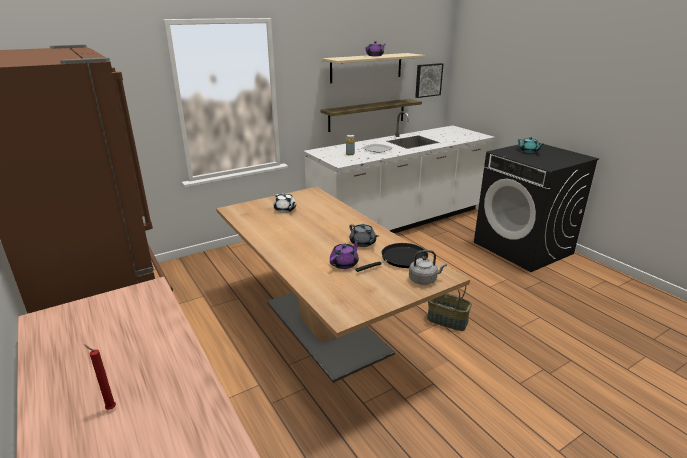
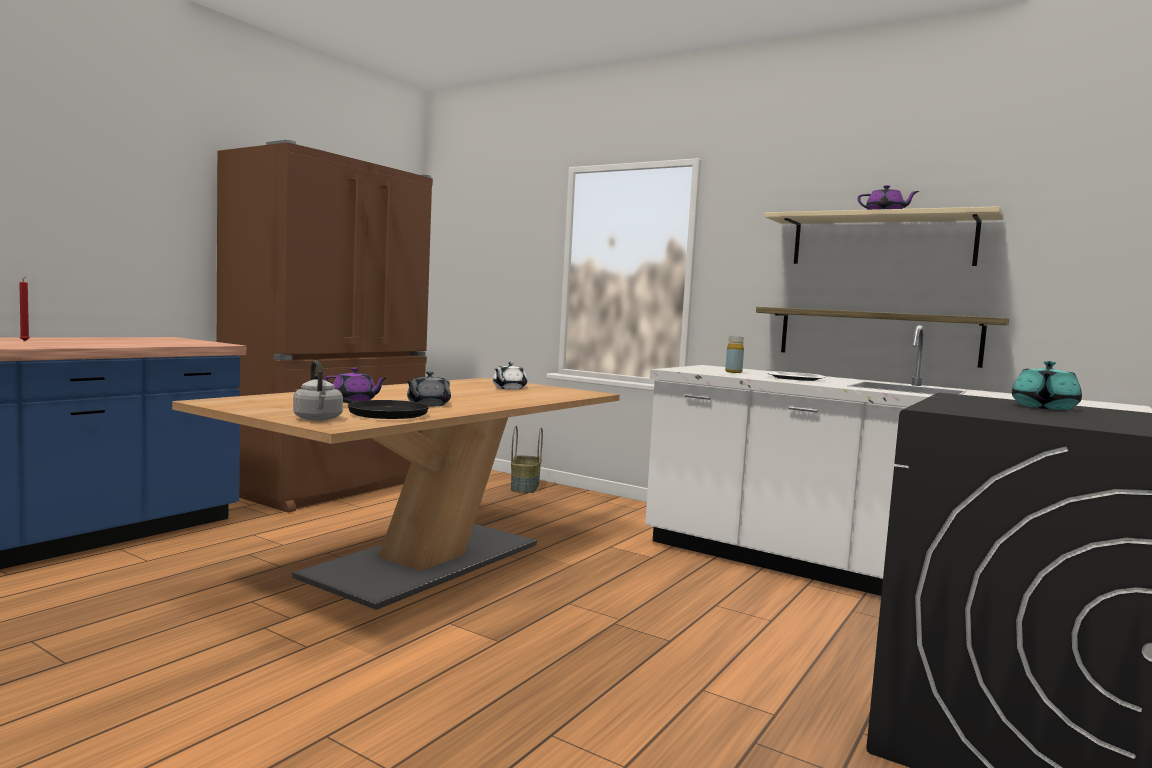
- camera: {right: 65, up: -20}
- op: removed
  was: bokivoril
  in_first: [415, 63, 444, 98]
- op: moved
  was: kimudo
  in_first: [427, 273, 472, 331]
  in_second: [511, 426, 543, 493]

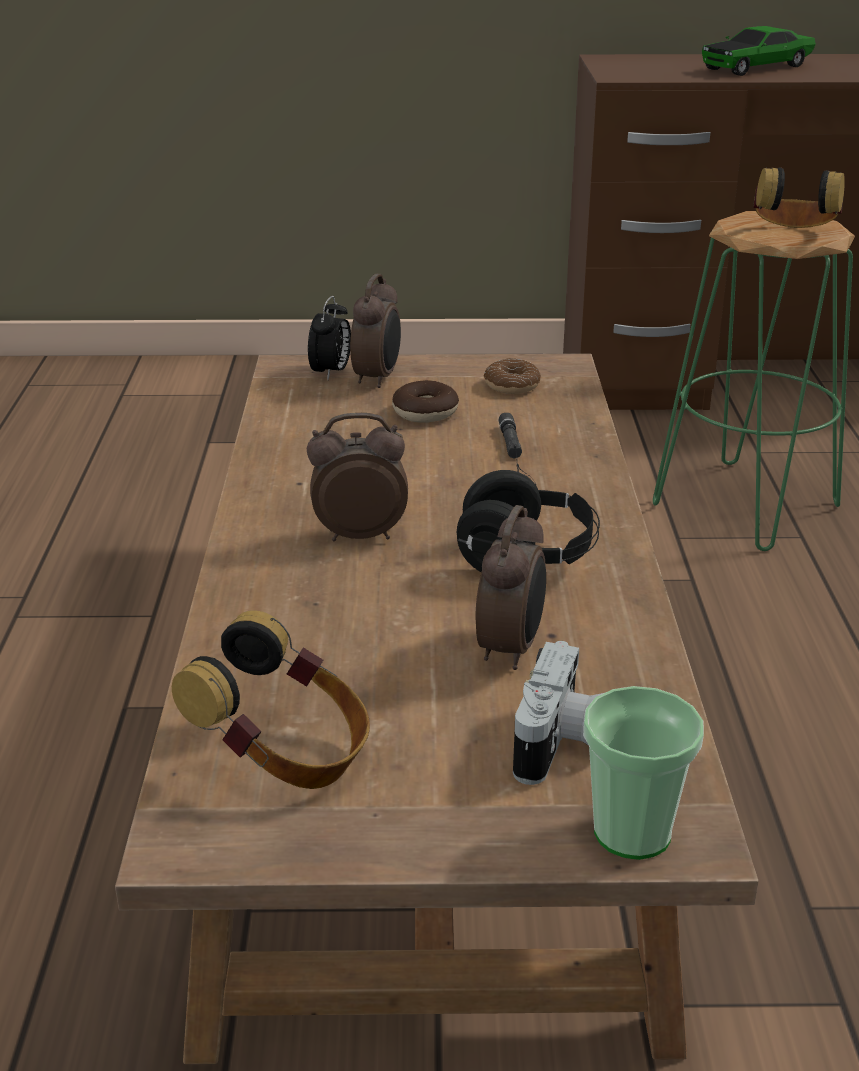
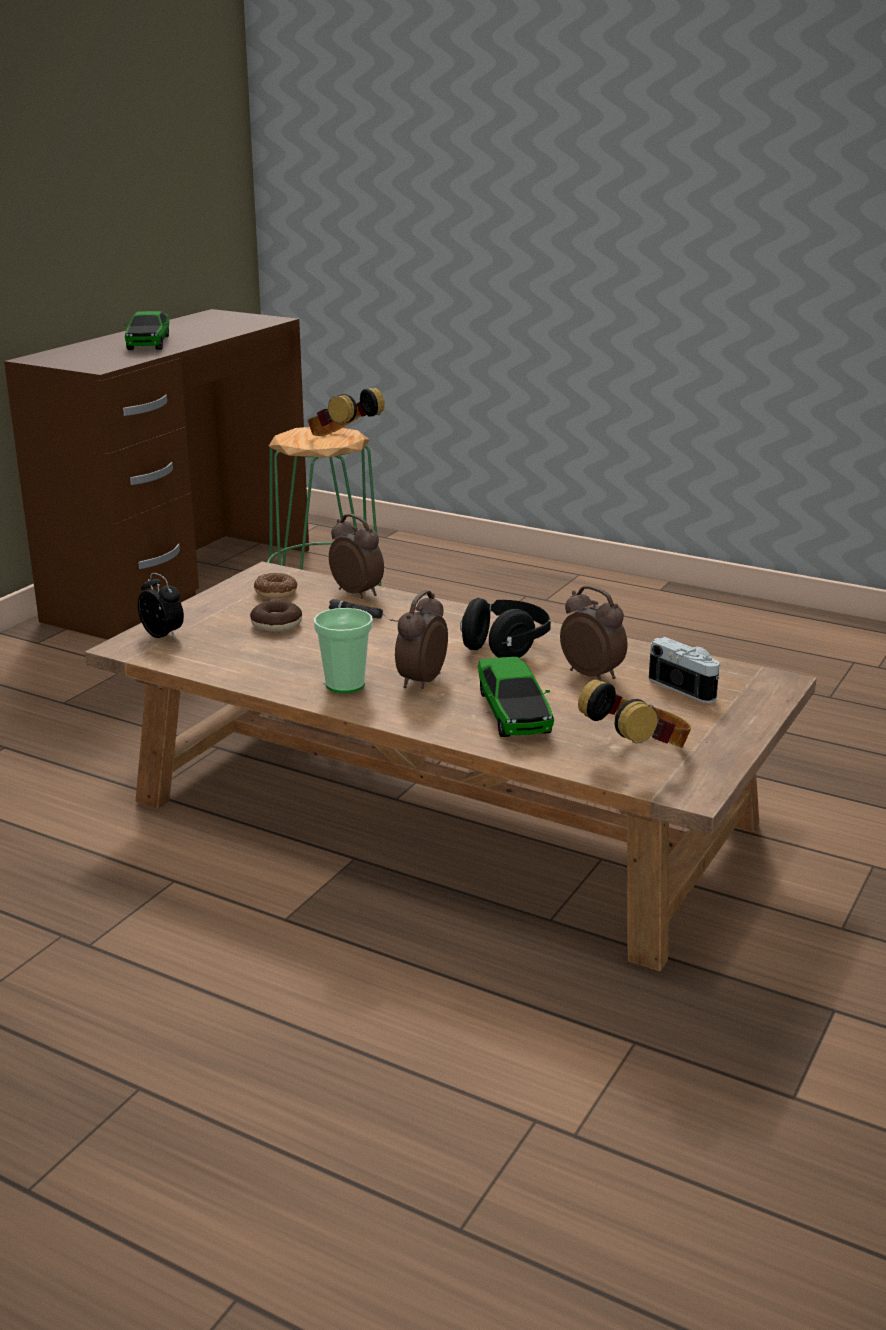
- camera: {right: -60, up: -5}
- op: moved
  was: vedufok
  in_first: [350, 274, 401, 388]
  in_second: [329, 514, 384, 598]
- op: moved
  was: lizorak
  in_first: [583, 686, 704, 860]
  in_second: [314, 608, 373, 693]
- op: added
  now: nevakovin
  in_second: [478, 657, 554, 737]

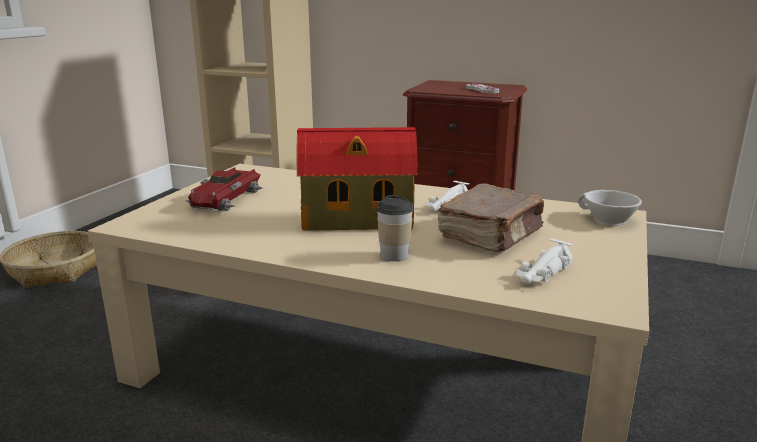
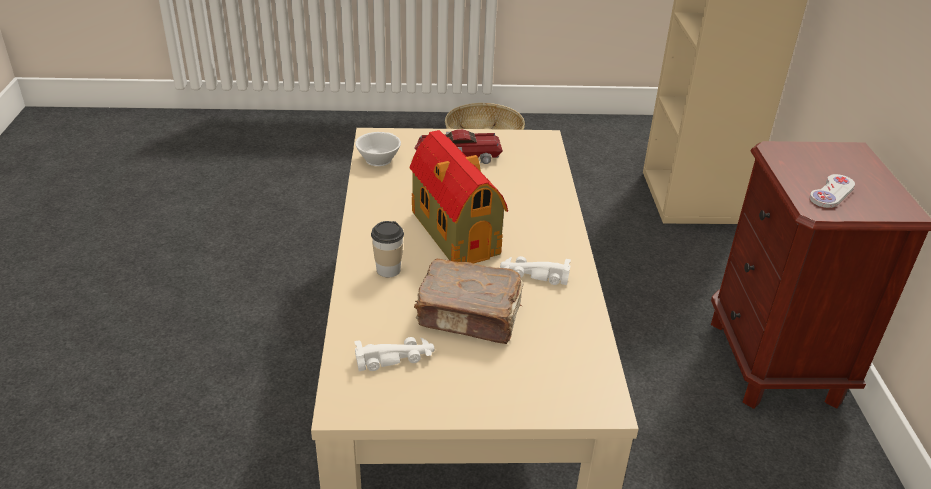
- camera: {right: 65, up: 15}
- op: moved
  was: lizorak (white)
  in_first: [578, 190, 642, 226]
  in_second: [355, 132, 401, 166]
- op: turned
  was: nevakovin (white)
  in_first: [516, 238, 573, 284]
  in_second: [355, 337, 435, 371]
  clockwise: 150

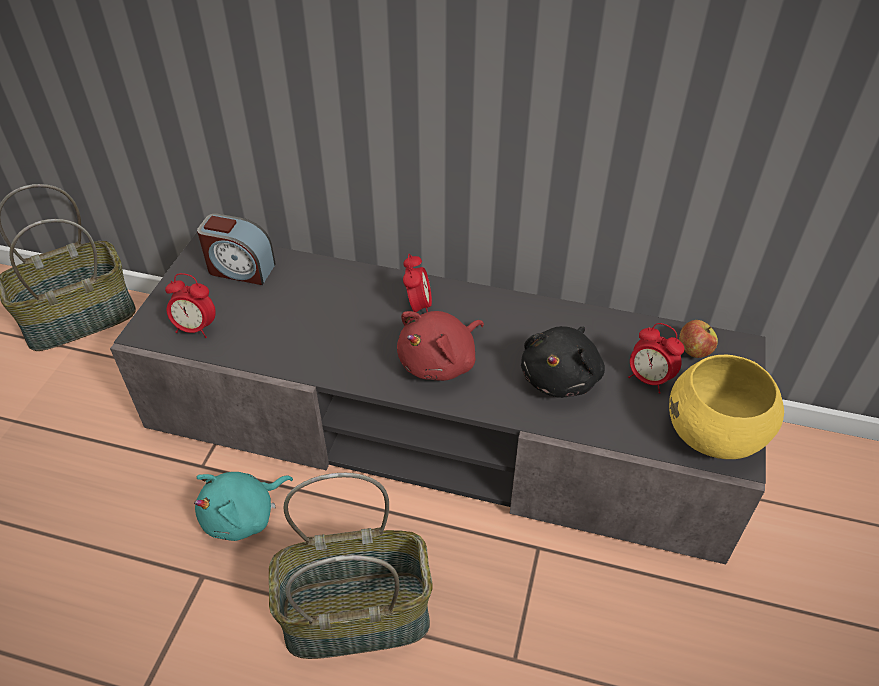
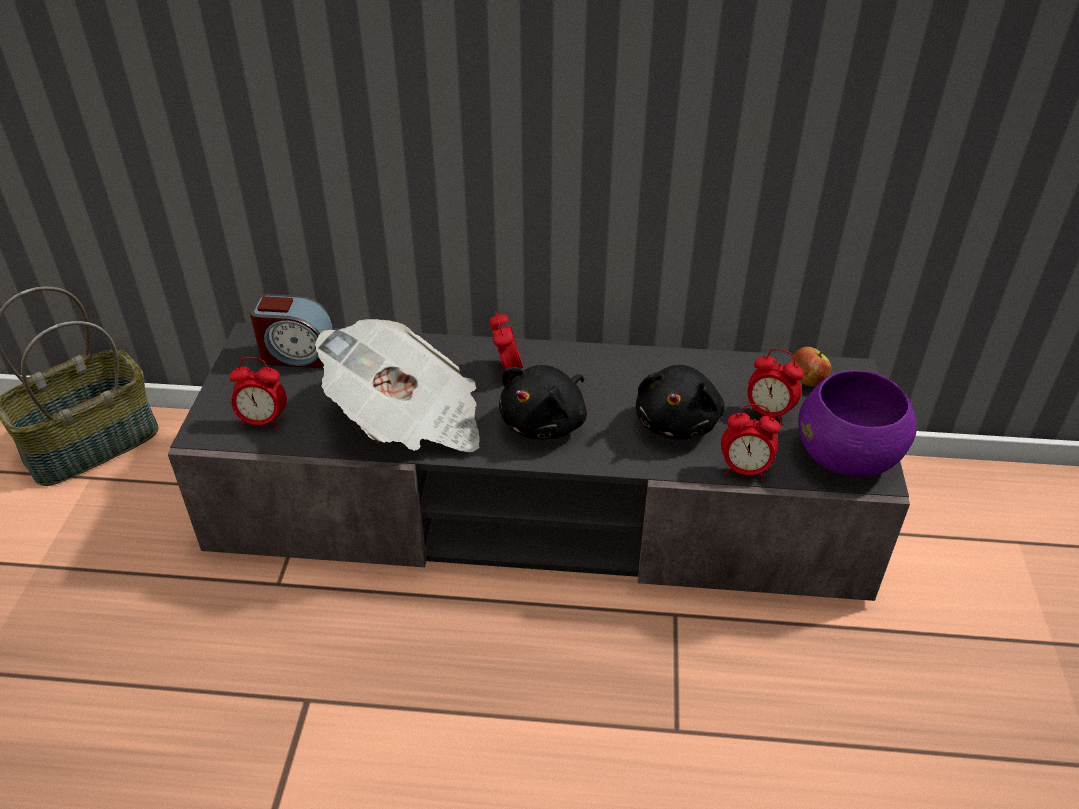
- camera: {right: -10, up: -5}
- op: recoloured
  was: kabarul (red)
  now: kabarul (black)
  in_first: [397, 311, 484, 381]
  in_second: [499, 365, 587, 440]
- op: recoloured
  was: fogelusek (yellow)
  now: fogelusek (purple)
  in_first: [669, 355, 784, 459]
  in_second: [798, 370, 917, 477]
- op: removed
  was: kabarul (turquoise)
  in_first: [194, 472, 293, 541]
- op: removed
  was: kimudo
  in_first: [269, 473, 432, 659]
- op: added
  now: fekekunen
  in_second: [315, 319, 480, 452]
- op: added
  now: vedufok
  in_second: [721, 404, 781, 482]

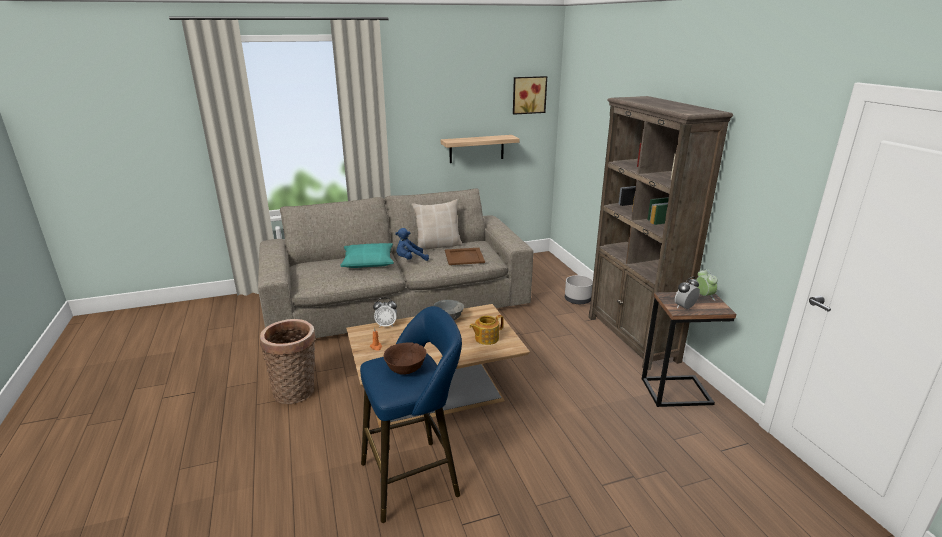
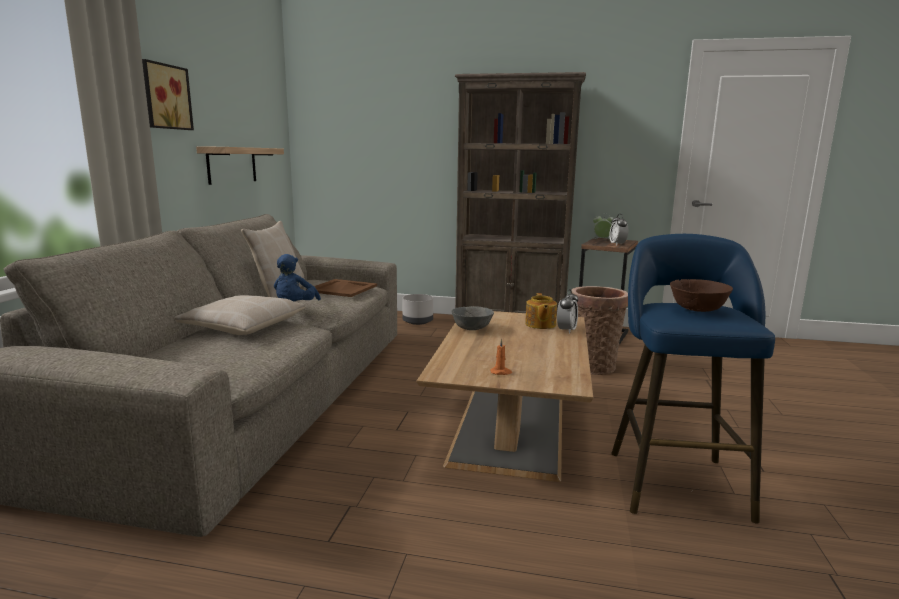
- camera: {right: -60, up: -10}
- op: moved
  was: bokivoril
  in_first: [513, 76, 547, 115]
  in_second: [142, 59, 194, 130]
- op: recoloured
  was: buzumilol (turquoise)
  now: buzumilol (beige)
  in_first: [341, 243, 394, 268]
  in_second: [174, 295, 305, 335]
- op: moved
  was: vedufok
  in_first: [373, 298, 397, 327]
  in_second: [557, 289, 578, 334]
- op: moved
  was: kimudo
  in_first: [260, 319, 316, 404]
  in_second: [571, 286, 628, 375]

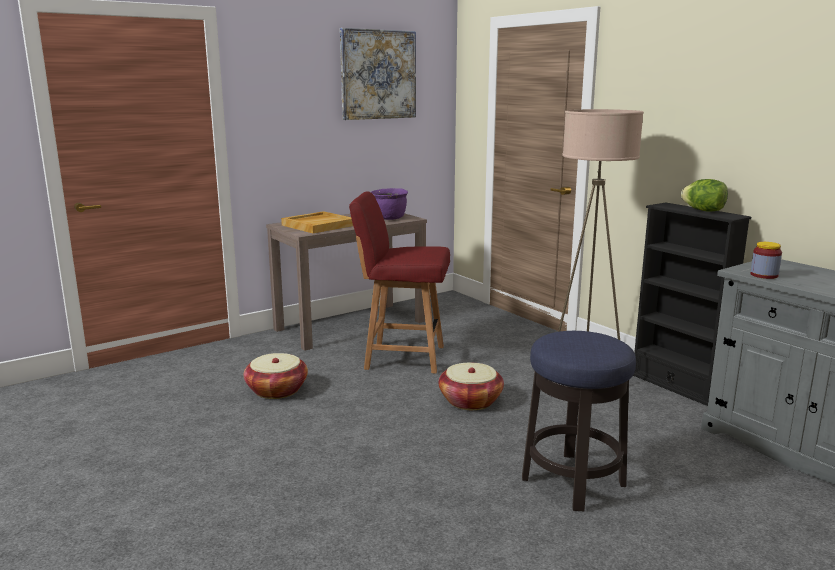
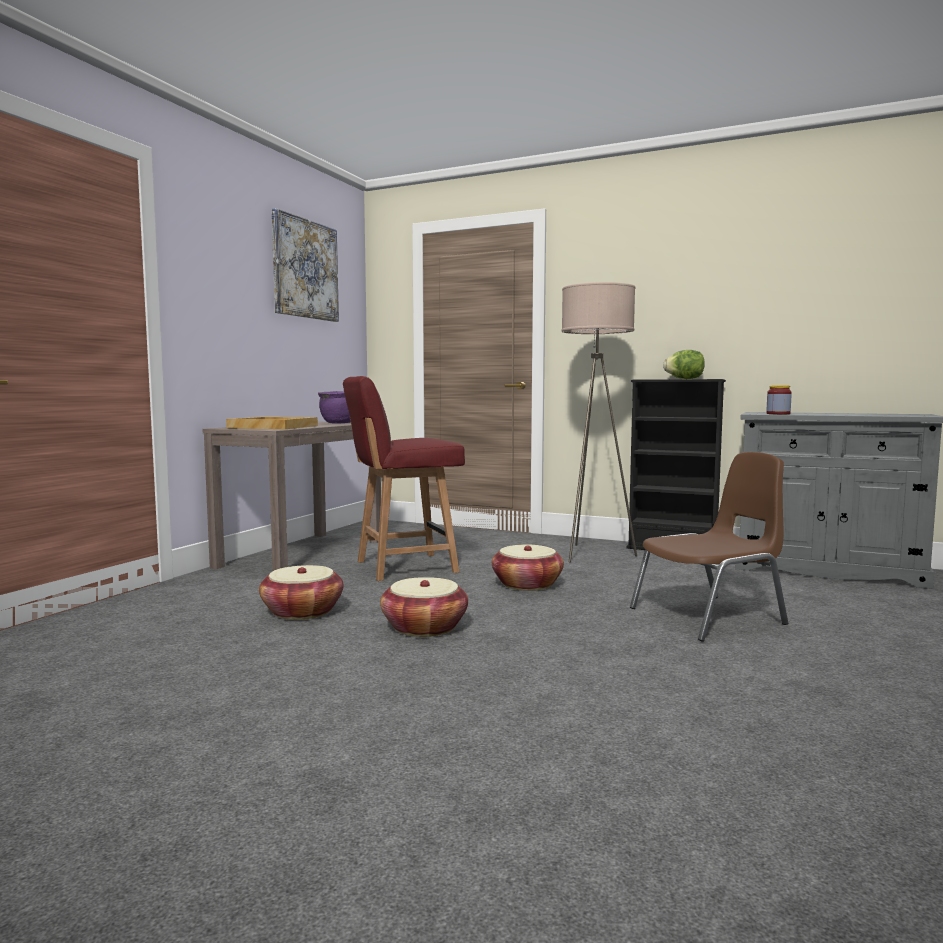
- camera: {right: -30, up: -10}
- op: replaced
  was: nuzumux
  now: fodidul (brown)
  in_first: [522, 331, 636, 511]
  in_second: [630, 452, 788, 642]
- op: added
  now: kimudo
  in_second: [380, 577, 468, 637]

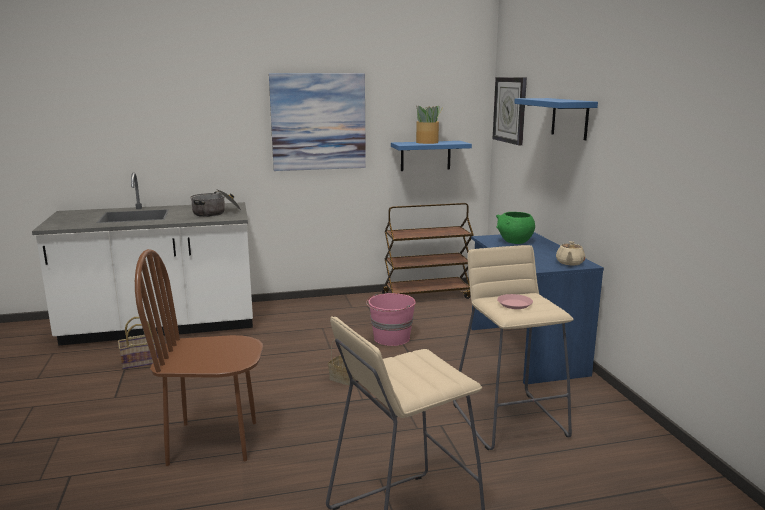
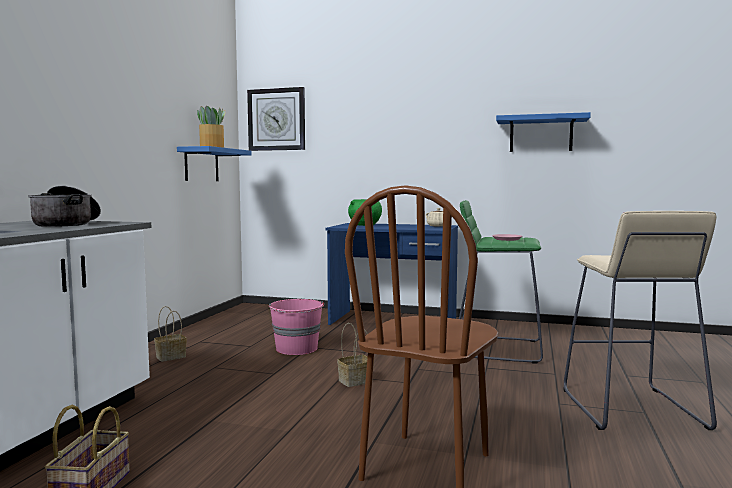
- camera: {right: -60, up: -10}
- op: removed
  was: bokivoril
  in_first: [269, 73, 366, 171]
- op: moved
  was: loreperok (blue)
  in_first: [514, 98, 598, 140]
  in_second: [496, 112, 591, 152]
- op: removed
  was: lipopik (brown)
  in_first: [382, 203, 474, 299]
- op: recoloured
  was: nuzumux (beige)
  now: nuzumux (green)
  in_first: [453, 245, 574, 450]
  in_second: [459, 200, 543, 363]
- op: added
  now: kimudo
  in_second: [154, 306, 187, 362]

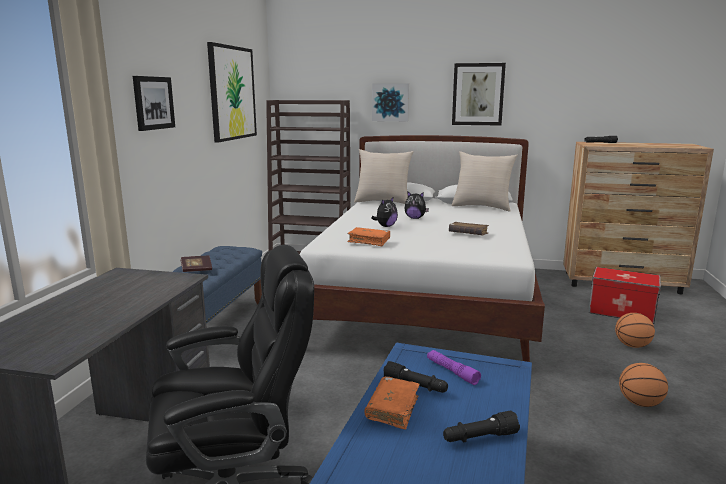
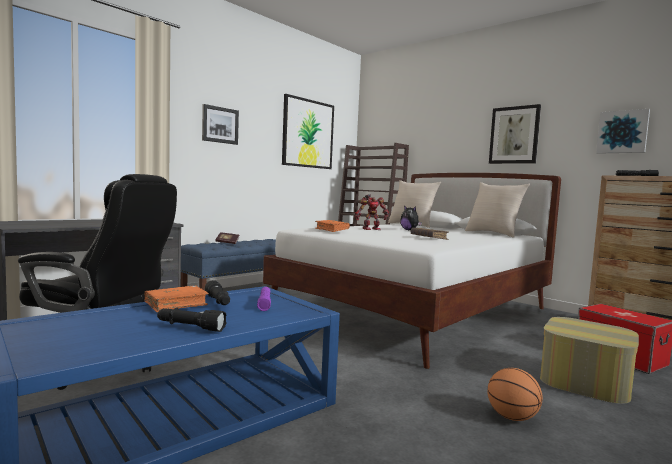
- camera: {right: 30, up: -10}
- op: moved
  was: bokivoril
  in_first: [372, 83, 409, 121]
  in_second: [596, 109, 650, 154]
- op: replaced
  was: kabarul
  now: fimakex
  in_first: [372, 197, 398, 227]
  in_second: [354, 194, 389, 230]
- op: replaced
  was: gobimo
  now: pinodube
  in_first: [615, 313, 655, 348]
  in_second: [540, 317, 639, 404]

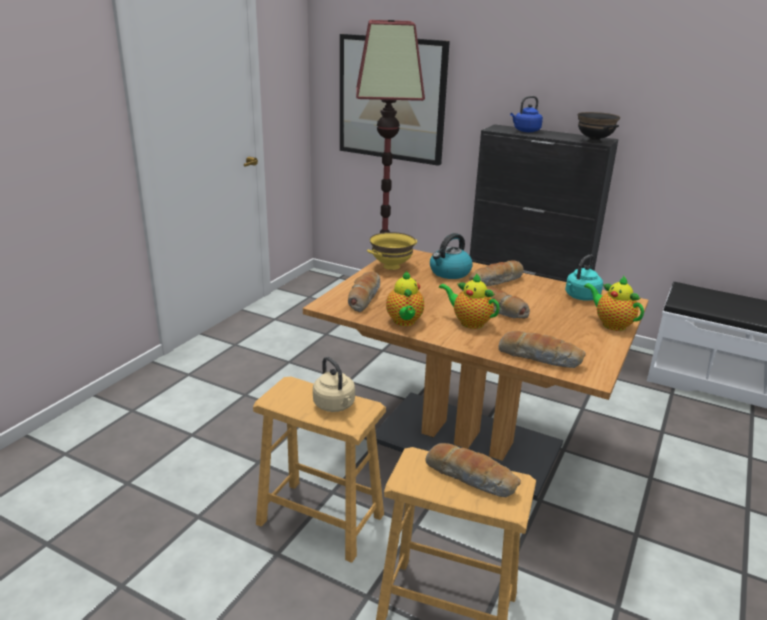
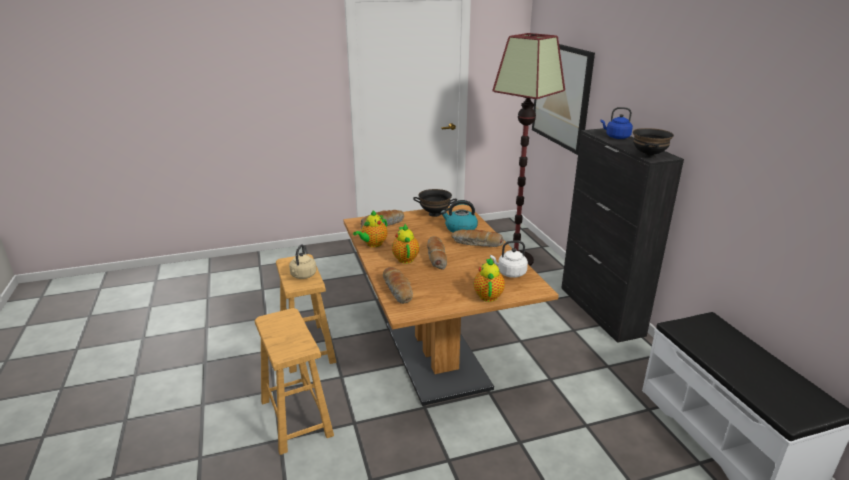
- camera: {right: 45, up: 0}
- op: recoloured
  was: fogelusek (yellow)
  now: fogelusek (black)
  in_first: [367, 232, 417, 270]
  in_second: [413, 189, 457, 217]
- op: recoloured
  was: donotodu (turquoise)
  now: donotodu (white)
  in_first: [565, 254, 603, 301]
  in_second: [490, 240, 528, 278]
- op: removed
  was: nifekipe
  in_first: [426, 443, 521, 497]

